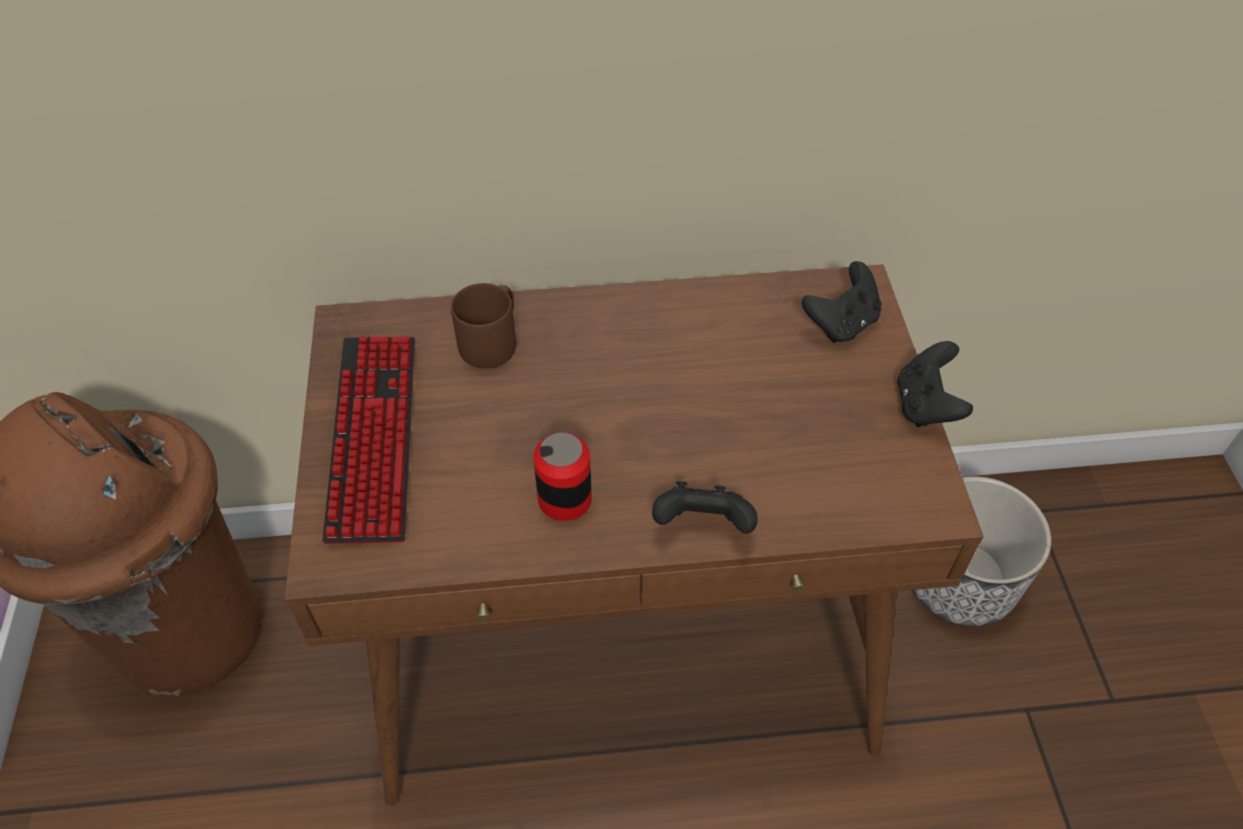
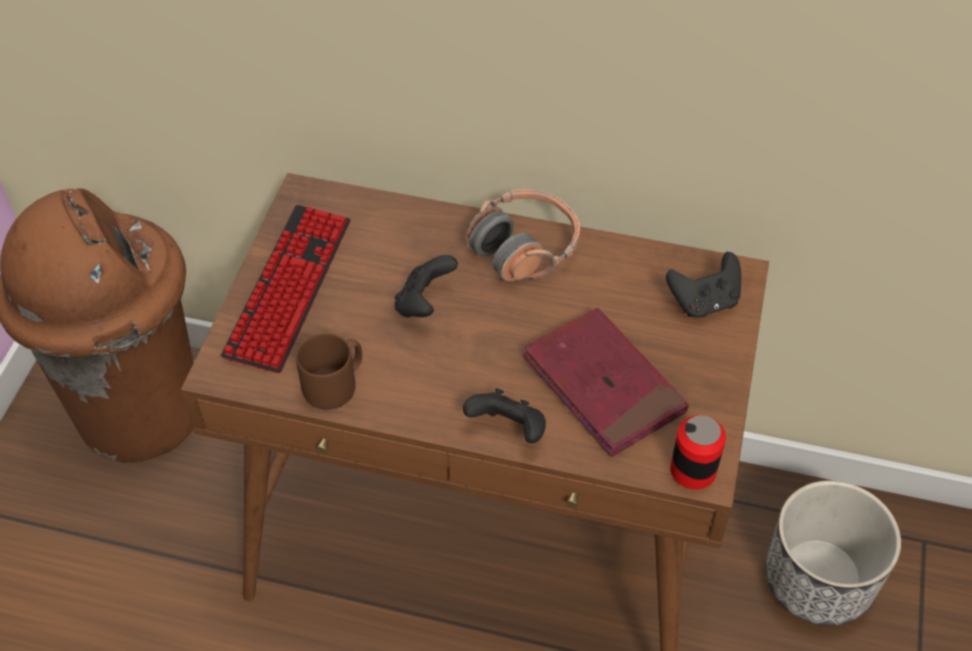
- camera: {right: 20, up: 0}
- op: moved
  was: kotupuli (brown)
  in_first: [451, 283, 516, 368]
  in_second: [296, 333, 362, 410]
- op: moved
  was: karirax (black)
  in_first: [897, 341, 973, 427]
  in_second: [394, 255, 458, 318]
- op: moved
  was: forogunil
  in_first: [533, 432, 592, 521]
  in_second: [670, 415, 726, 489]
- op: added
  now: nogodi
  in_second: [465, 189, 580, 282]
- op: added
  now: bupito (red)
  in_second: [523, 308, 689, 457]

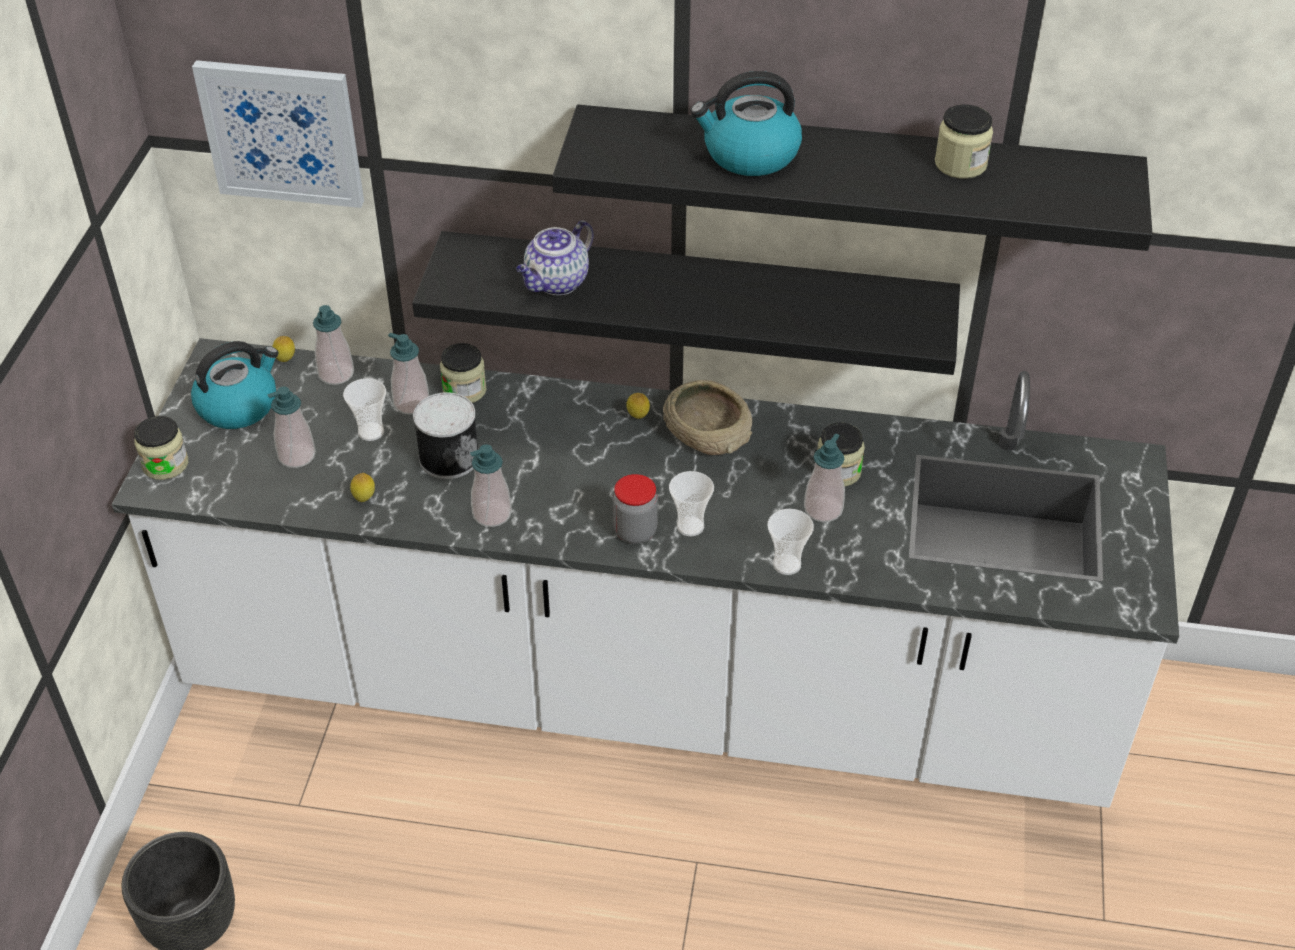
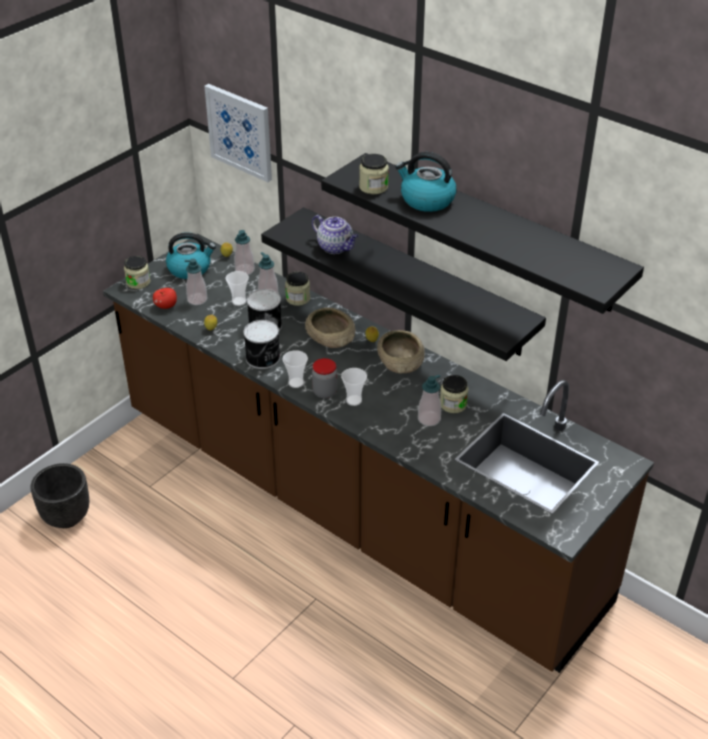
- camera: {right: 30, up: -5}
- op: moved
  was: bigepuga
  in_first: [935, 104, 993, 179]
  in_second: [359, 154, 389, 194]
- op: turned
  was: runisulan
  in_first: [516, 220, 594, 295]
  in_second: [312, 215, 359, 254]
  clockwise: -120
- op: recoloured
  was: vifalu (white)
  now: vifalu (brown)
  in_first: [112, 338, 1179, 808]
  in_second: [103, 234, 654, 673]
- op: replaced
  was: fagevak
  now: forogunil
  in_first: [470, 444, 512, 527]
  in_second: [244, 320, 280, 369]
- op: moved
  was: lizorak
  in_first: [767, 509, 814, 575]
  in_second: [282, 350, 308, 388]
- op: added
  now: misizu
  in_second: [153, 288, 177, 309]
- op: added
  now: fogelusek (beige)
  in_second: [305, 308, 356, 348]

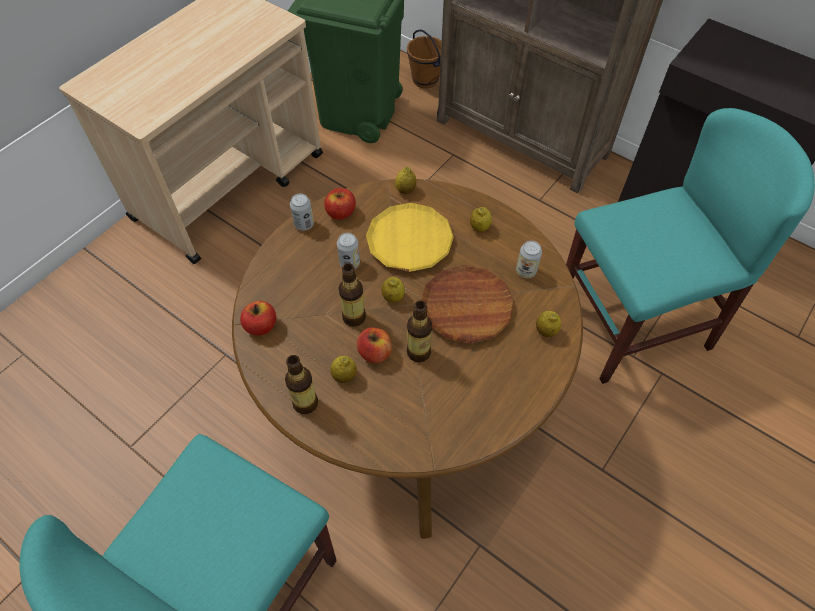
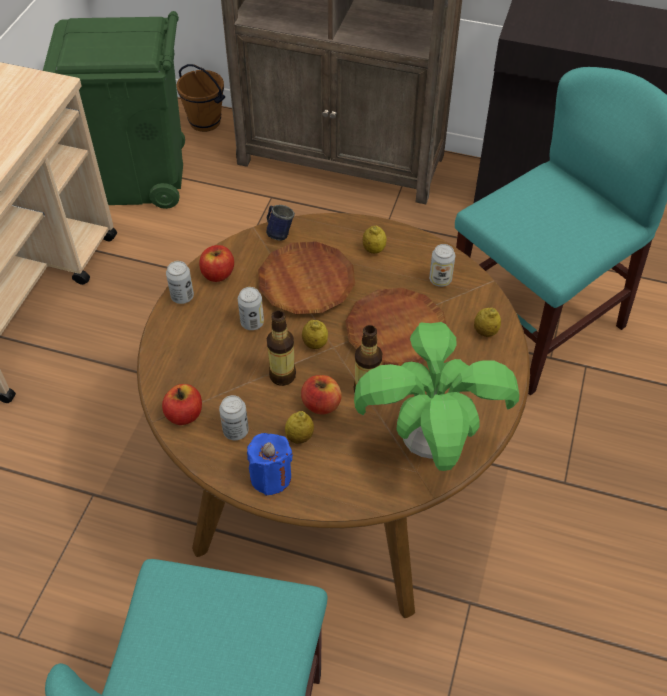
- camera: {right: -20, up: -5}
- op: replaced
  was: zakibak
  now: kotupuli (blue)
  in_first: [395, 167, 417, 194]
  in_second: [266, 205, 295, 241]
- op: recoloured
  was: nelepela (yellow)
  now: nelepela (brown)
  in_first: [366, 203, 454, 272]
  in_second: [258, 241, 355, 314]
- op: replaced
  was: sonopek
  now: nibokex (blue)
  in_first: [285, 355, 318, 414]
  in_second: [247, 433, 293, 496]
- op: added
  now: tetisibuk
  in_second: [354, 322, 519, 471]
- op: added
  now: forogunil
  in_second: [219, 395, 249, 440]

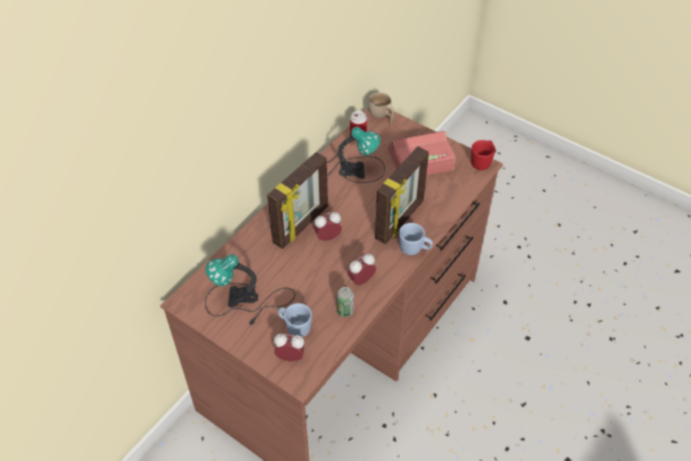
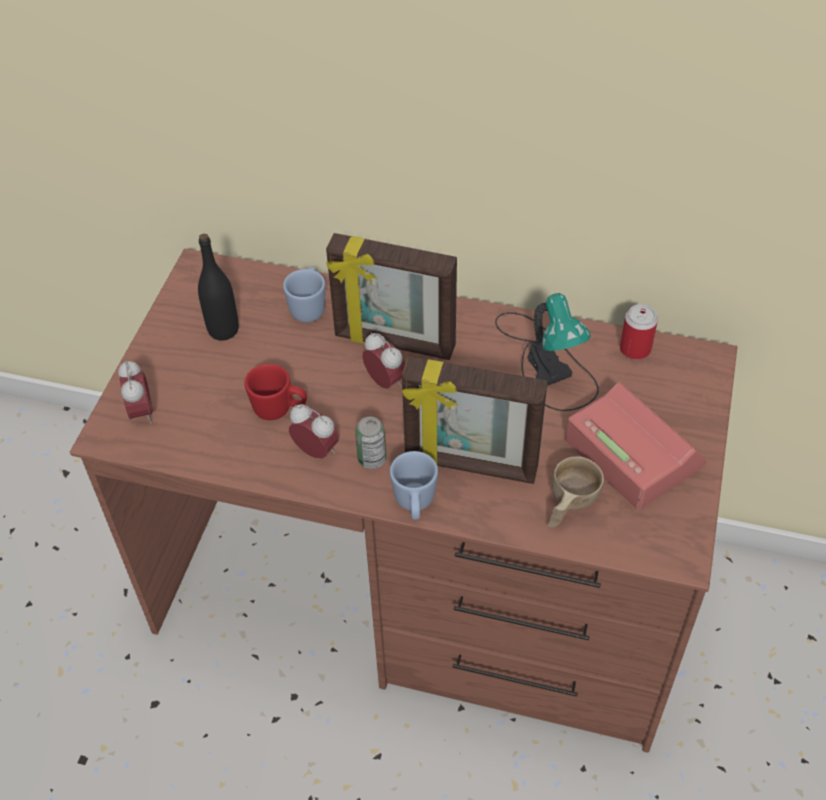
- camera: {right: 70, up: 0}
- op: moved
  was: lizorak (beige)
  in_first: [368, 93, 395, 125]
  in_second: [548, 457, 604, 528]
- op: moved
  was: kotupuli (red)
  in_first: [471, 140, 495, 170]
  in_second: [244, 364, 307, 420]
- op: replaced
  was: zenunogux
  now: sonopek (black)
  in_first: [205, 254, 295, 325]
  in_second: [198, 234, 239, 340]
- op: moved
  was: forogunil
  in_first: [337, 287, 354, 317]
  in_second: [355, 417, 386, 469]
- op: moved
  was: kotupuli (blue)
  in_first: [278, 303, 312, 337]
  in_second: [283, 267, 325, 323]

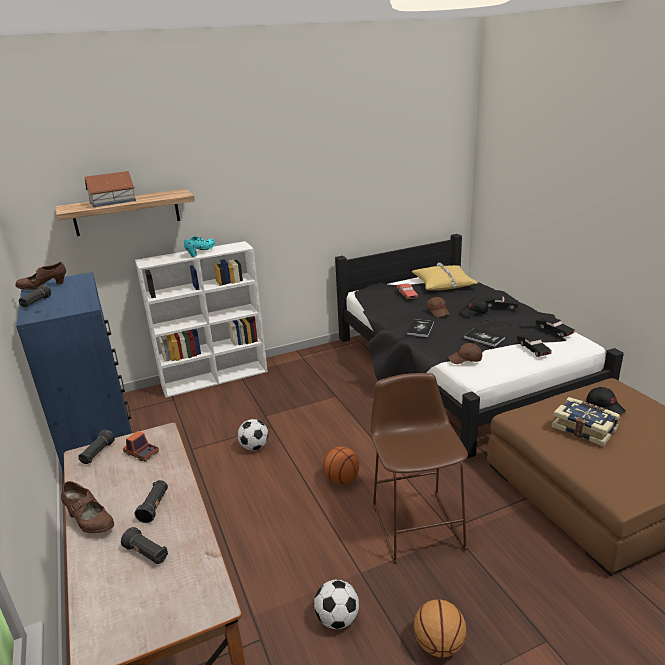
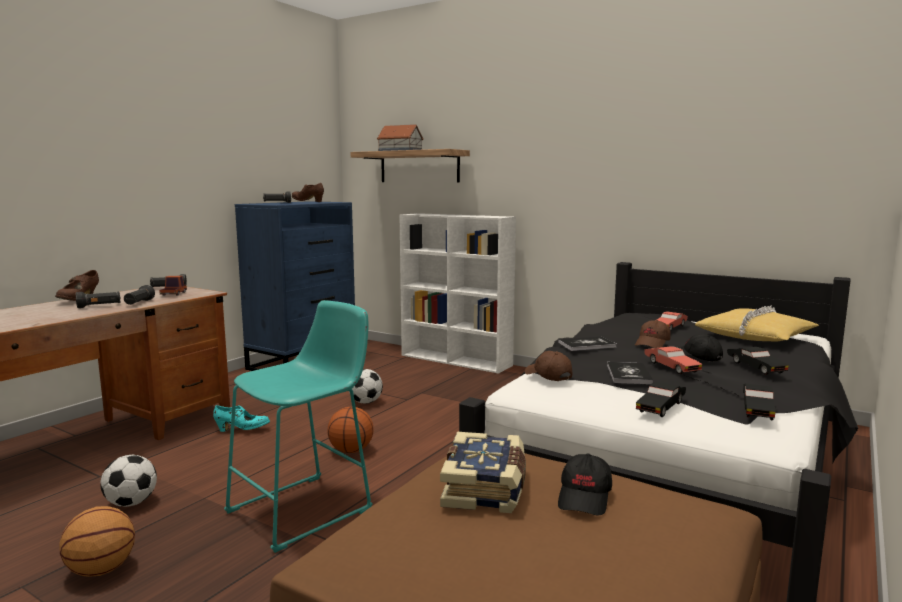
- camera: {right: 55, up: -15}
- op: moved
  was: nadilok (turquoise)
  in_first: [184, 236, 216, 257]
  in_second: [213, 405, 270, 432]
- op: recoloured
  was: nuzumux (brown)
  now: nuzumux (turquoise)
  in_first: [371, 373, 468, 564]
  in_second: [224, 300, 372, 553]
- op: moved
  was: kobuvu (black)
  in_first: [121, 527, 168, 564]
  in_second: [124, 285, 155, 305]
- op: added
  now: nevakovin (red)
  in_second: [644, 346, 702, 374]

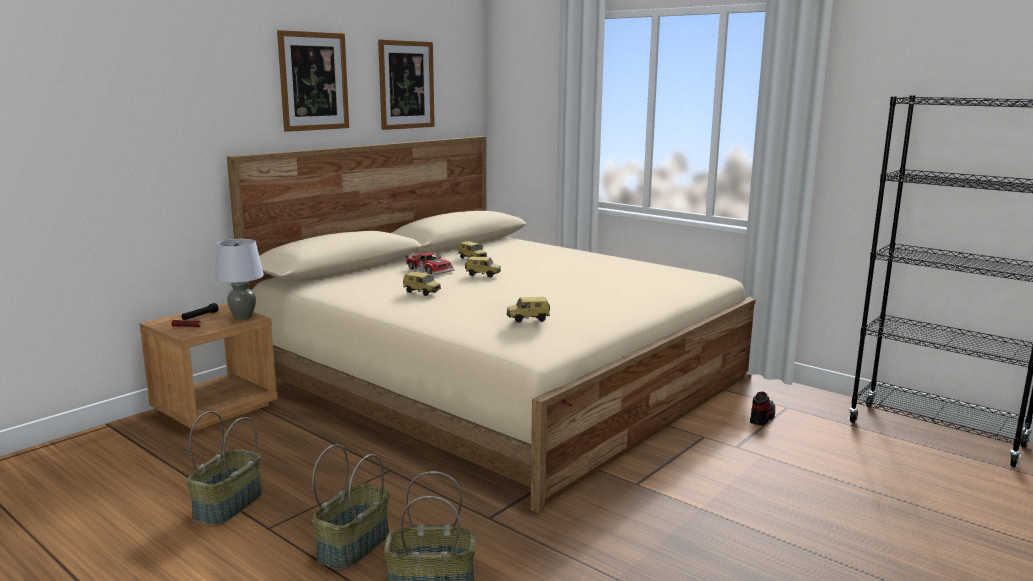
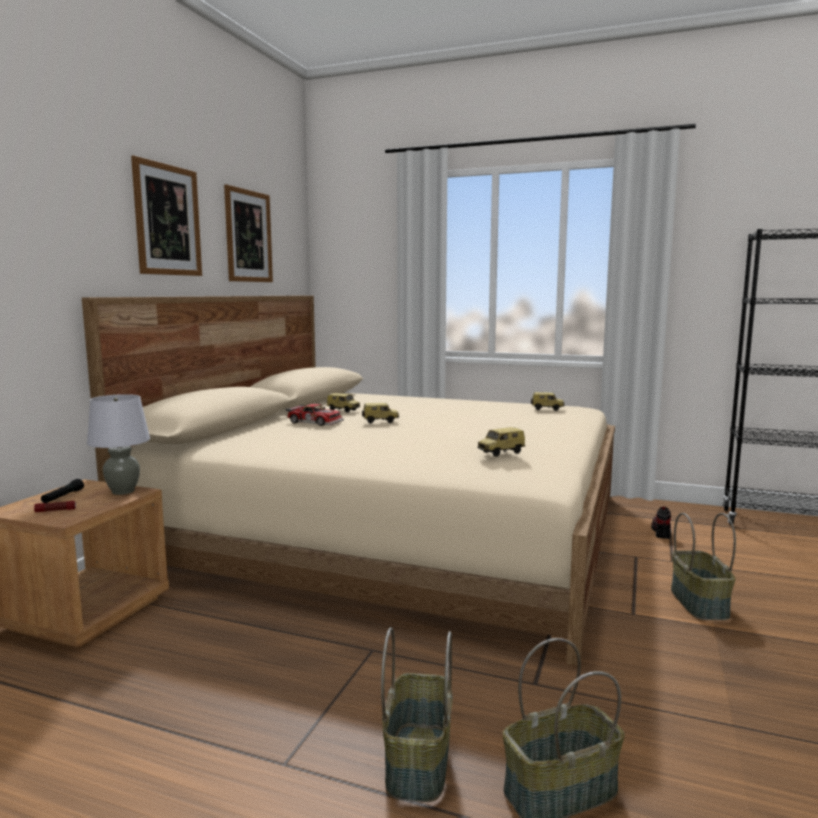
- camera: {right: -20, up: -5}
- op: moved
  was: nevakovin
  in_first: [403, 272, 441, 296]
  in_second: [531, 392, 564, 411]
- op: moved
  was: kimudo
  in_first: [186, 411, 262, 526]
  in_second: [671, 513, 736, 620]

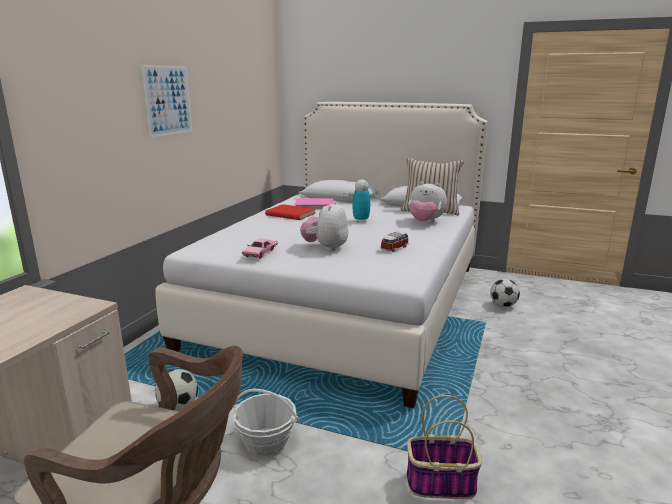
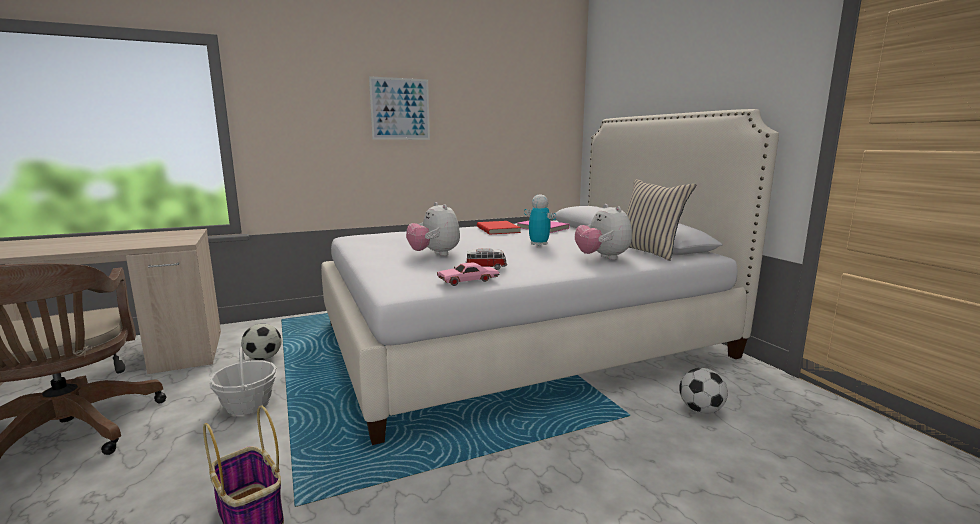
- camera: {right: 45, up: -5}
- op: turned
  was: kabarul
  in_first: [300, 201, 348, 251]
  in_second: [406, 202, 460, 256]
  clockwise: -90
- op: moved
  was: nevakovin (pink)
  in_first: [242, 238, 278, 259]
  in_second: [437, 263, 499, 286]

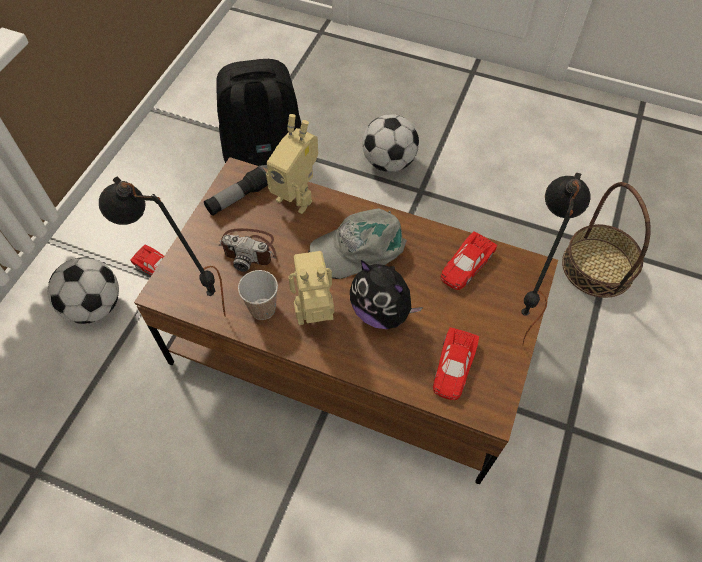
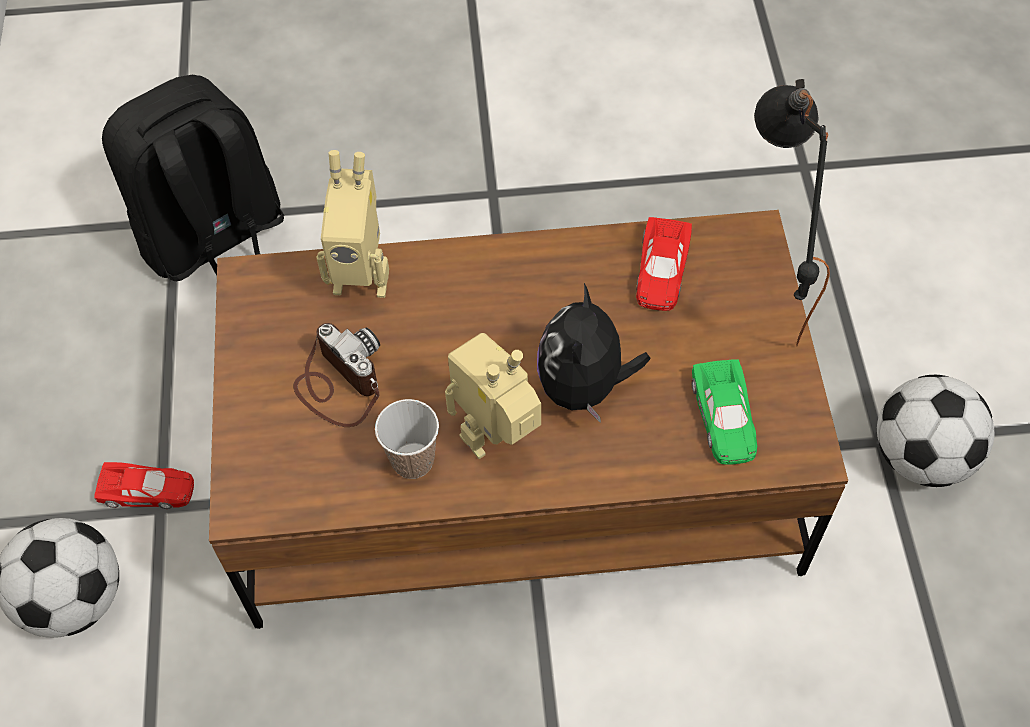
- camera: {right: -25, up: 0}
- op: moved
  was: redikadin
  in_first: [362, 114, 419, 172]
  in_second: [877, 375, 995, 487]
- op: removed
  was: kobuvu
  in_first: [204, 166, 268, 216]
- op: removed
  was: zenunogux (black)
  in_first: [99, 177, 226, 317]
- op: removed
  was: kimudo
  in_first: [562, 182, 651, 298]
- op: removed
  was: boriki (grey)
  in_first: [308, 208, 407, 279]
- op: turned
  was: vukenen
  in_first: [219, 228, 277, 272]
  in_second: [293, 323, 380, 427]
  clockwise: -120
- op: turned
  was: kabarul
  in_first: [350, 260, 423, 329]
  in_second: [537, 283, 651, 423]
  clockwise: 90
- op: recoloured
  was: nevakovin (red)
  now: nevakovin (green)
  in_first: [433, 327, 479, 400]
  in_second: [691, 359, 757, 465]

